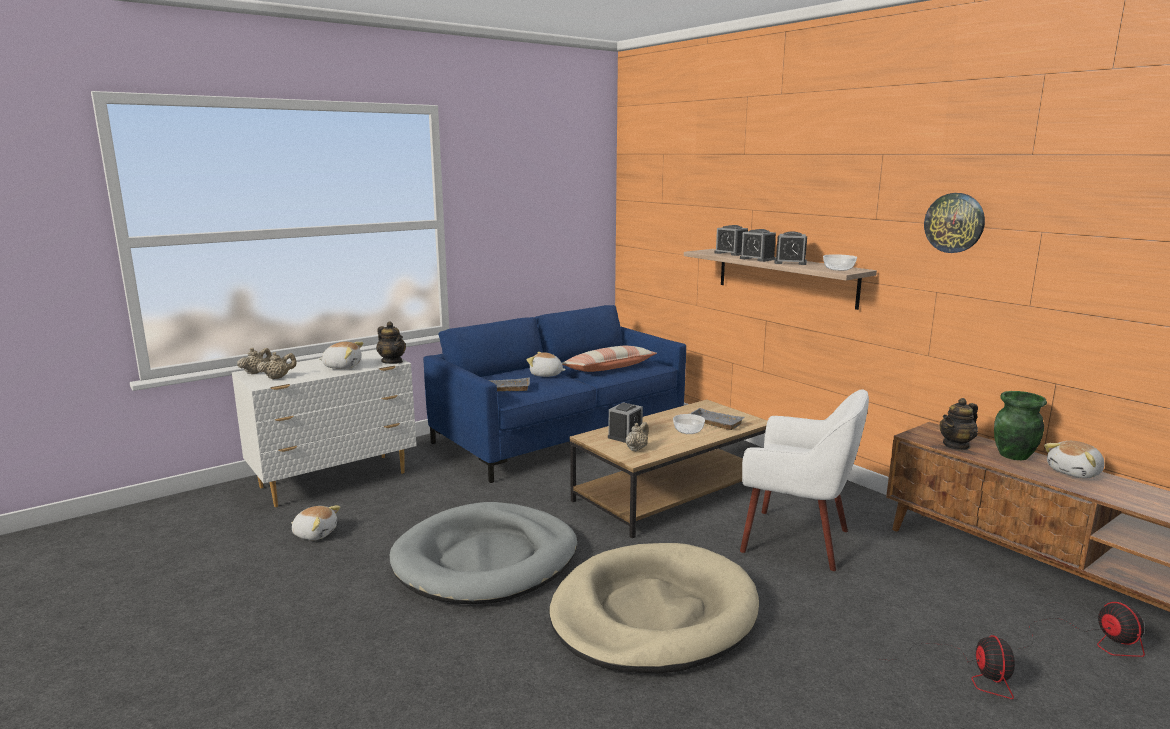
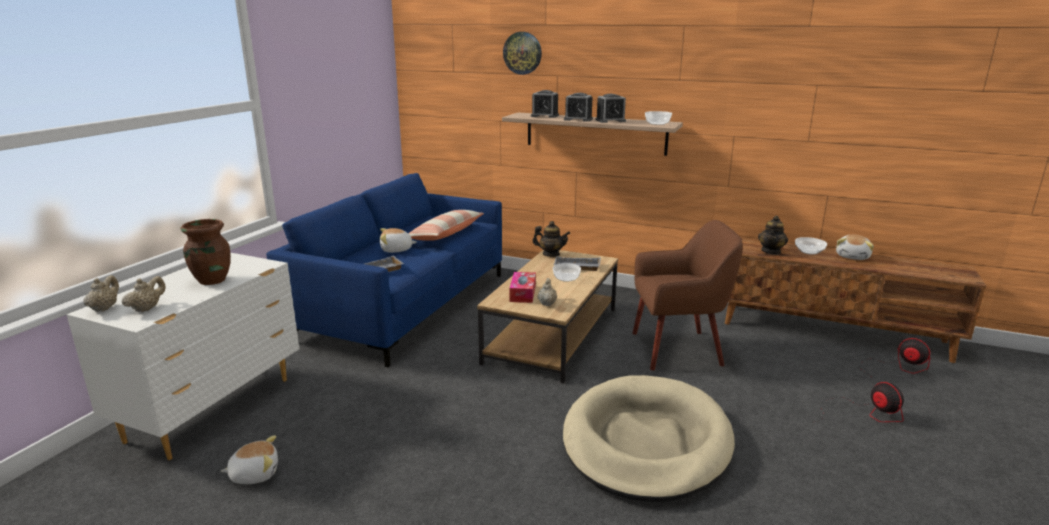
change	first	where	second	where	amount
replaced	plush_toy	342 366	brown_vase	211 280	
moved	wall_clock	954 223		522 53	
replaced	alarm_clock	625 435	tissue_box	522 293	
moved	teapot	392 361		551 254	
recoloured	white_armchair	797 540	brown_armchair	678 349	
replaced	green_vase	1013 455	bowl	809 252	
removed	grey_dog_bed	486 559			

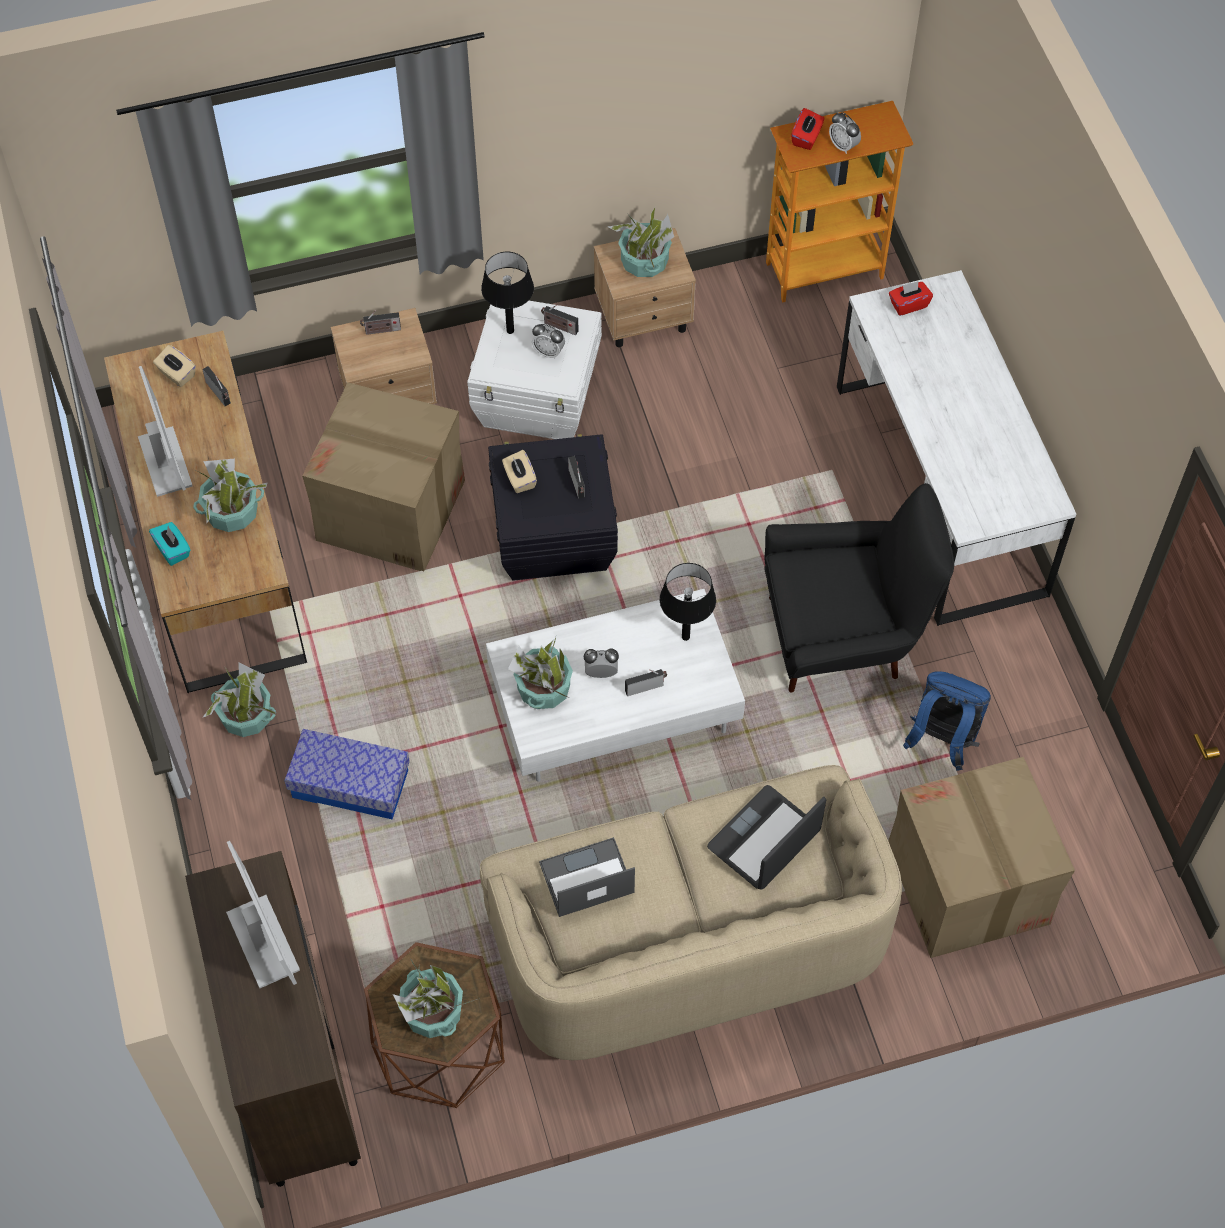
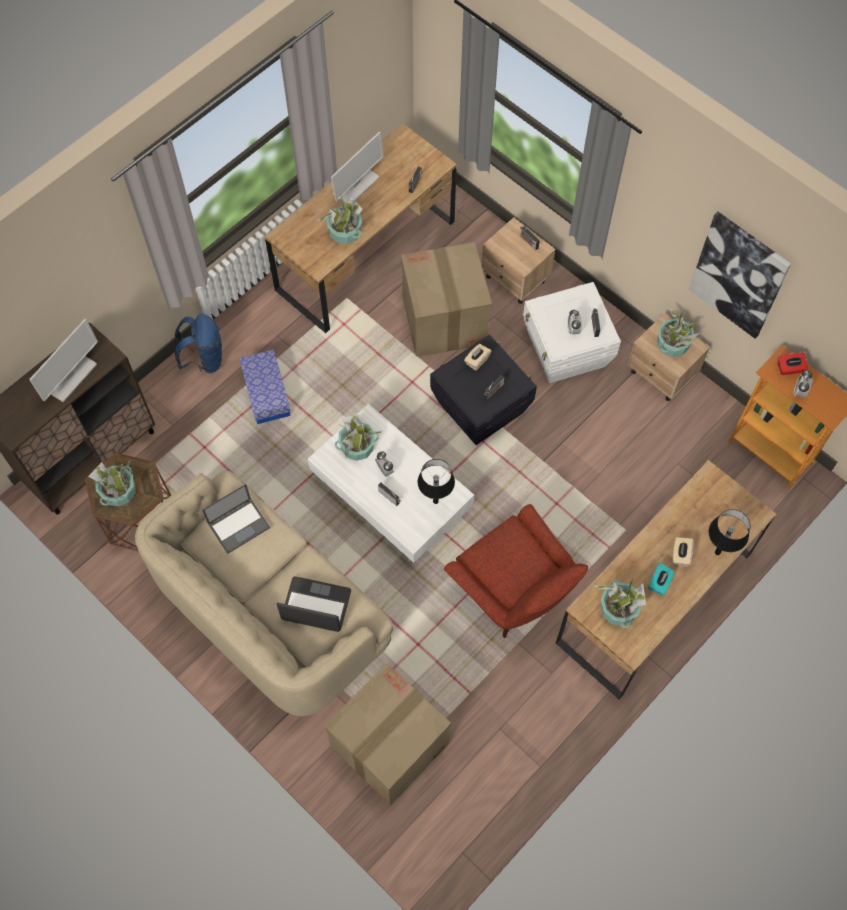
change	first	where	second	where	amount
moved	blue_backpack	941 740		204 359	
turned	laptop	585 878		239 525	105 degrees clockwise
recoloured	black_armchair	843 636	red_armchair	514 593	
recoloured	white_desk	939 489	brown_desk	654 597	
moved	potted_plant	246 716		618 609	
moved	turquoise_tissue_box	173 550		659 583	
moved	beige_tissue_box	176 374		680 555	
added			picture	739 275	
moved	black_table_lamp	510 331		717 552	
removed	red_tissue_box	908 304			

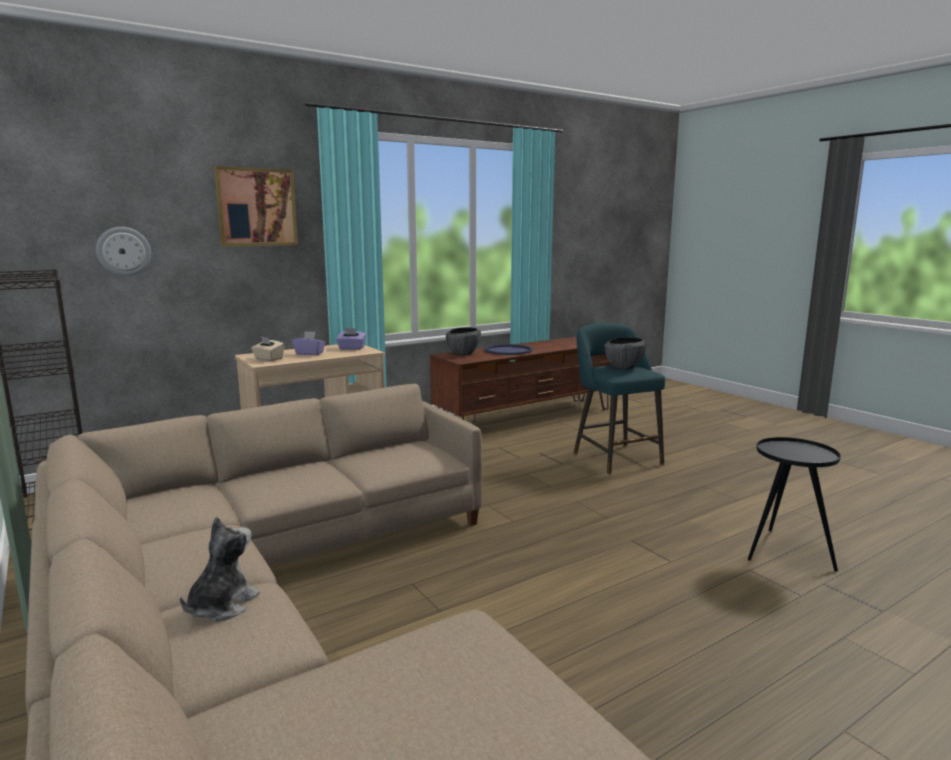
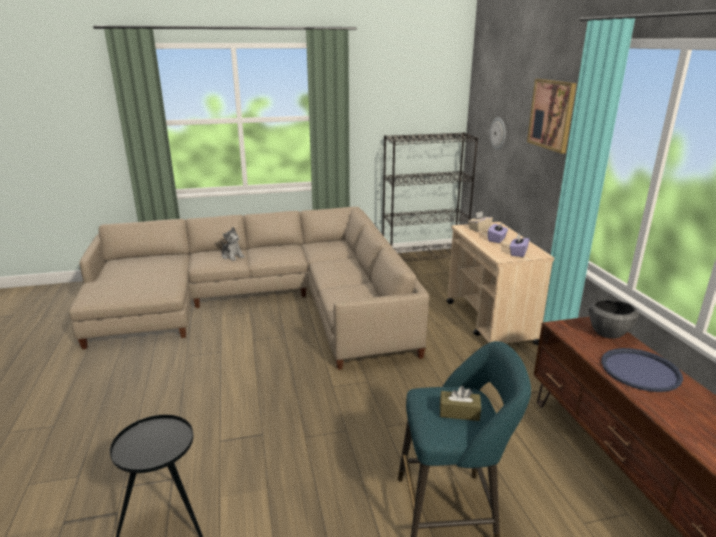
change	first	where	second	where	amount
replaced	bowl	623 367	brown_tissue_box	459 412	

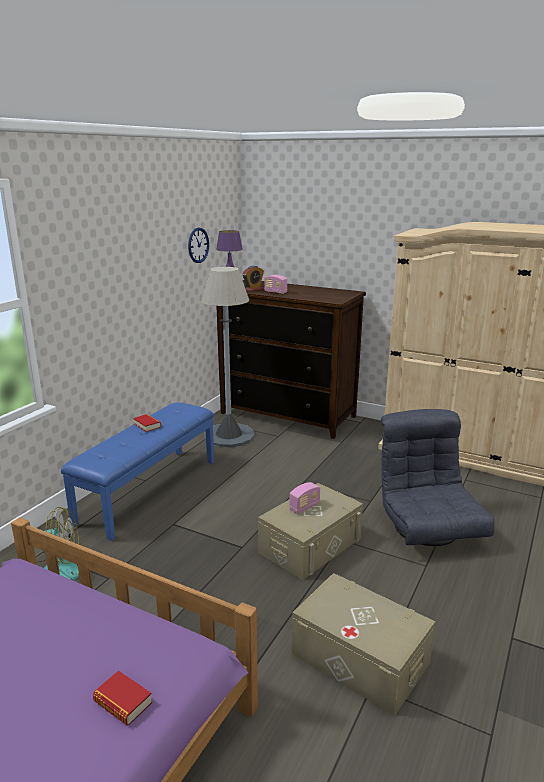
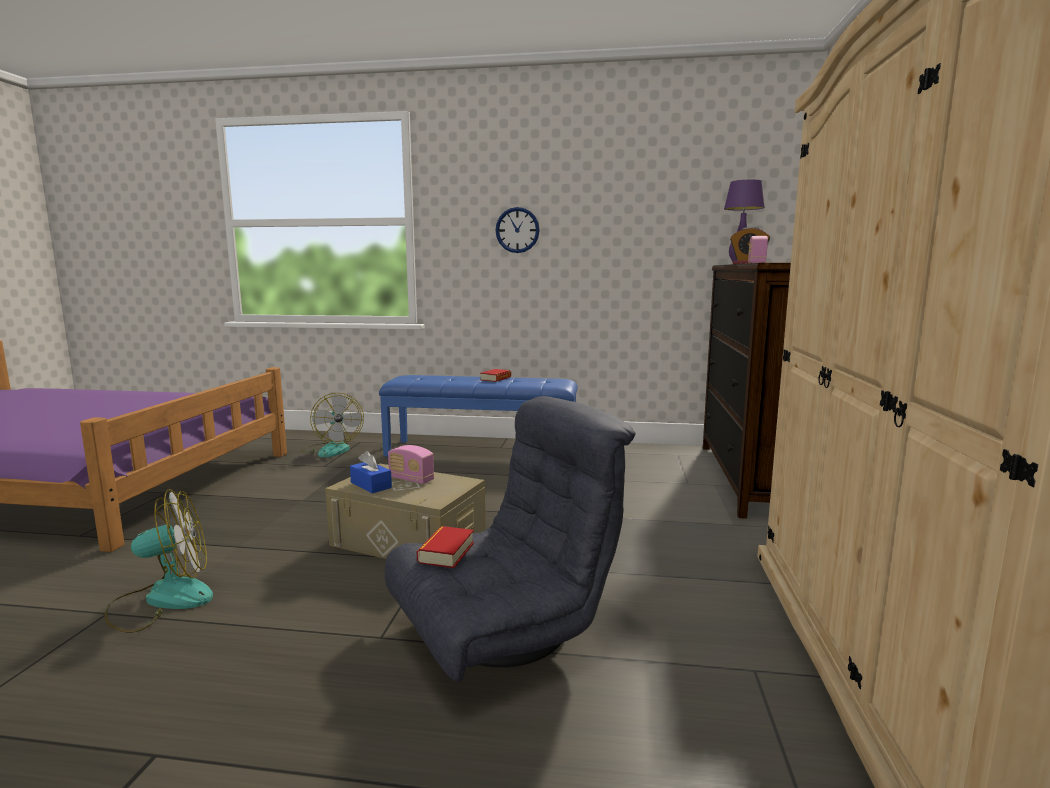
change	first	where	second	where	amount
replaced	beige_storage_box	359 658	fan	162 600	
added			blue_tissue_box	371 485	
moved	book	123 702		446 552	
moved	wall_clock	198 245		517 230	
removed	grey_floor_lamp	229 435			

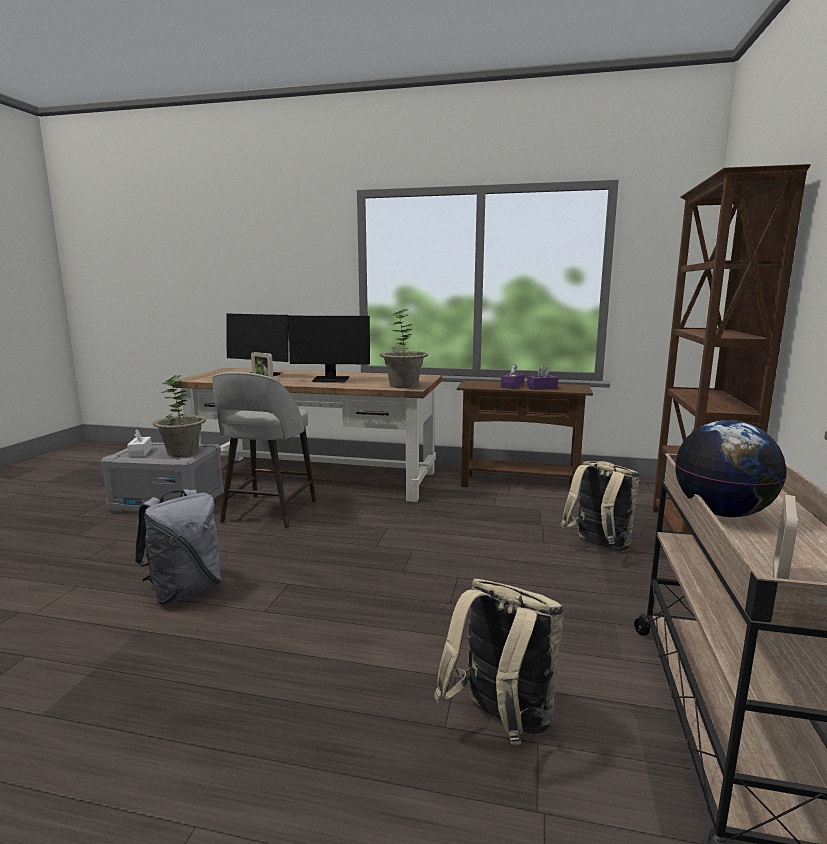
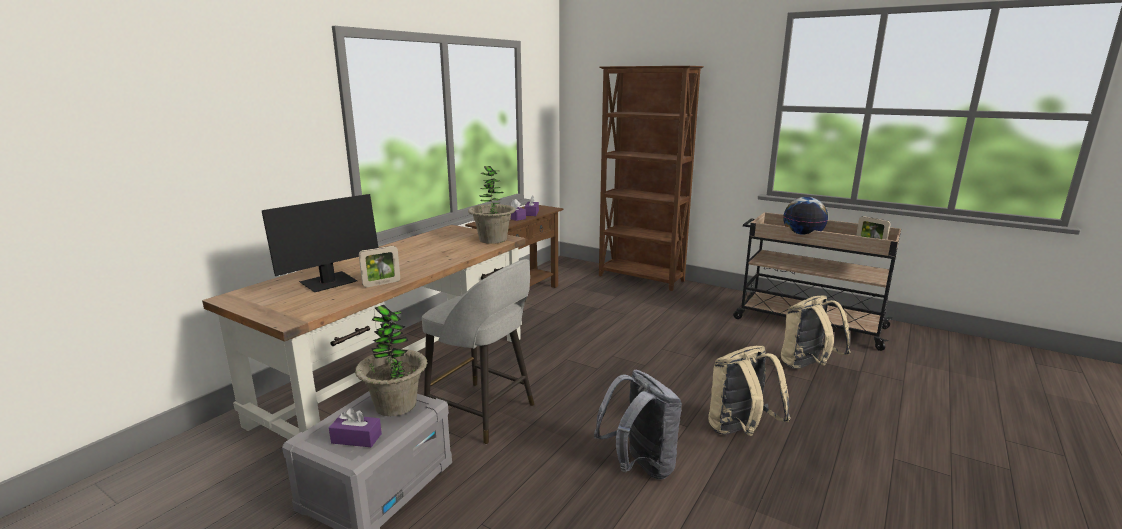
change	first	where	second	where	amount
recoloured	white_tissue_box	140 452	purple_tissue_box	356 438	
moved	beige_backpack	598 547		740 432	
removed	monitor	331 380			

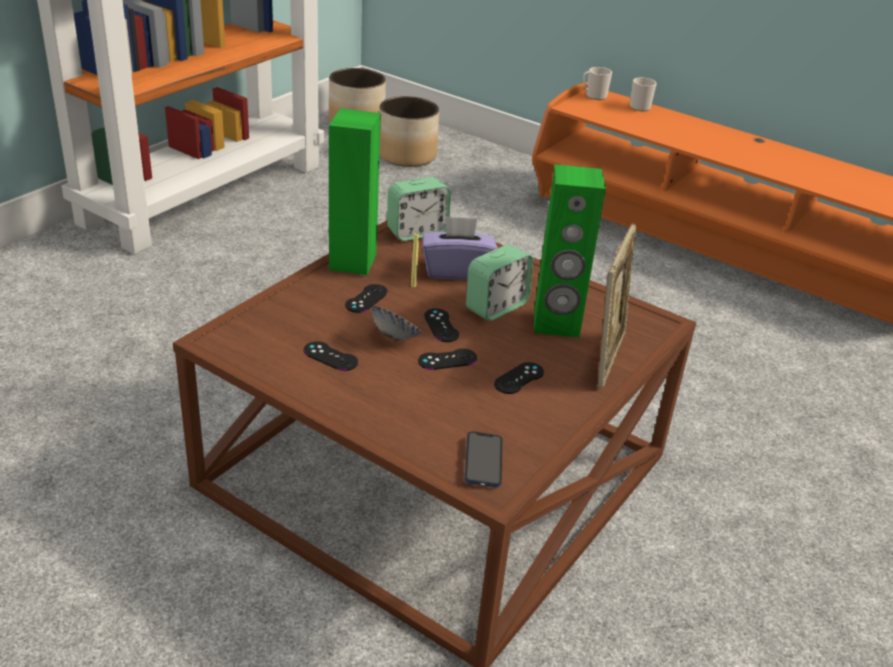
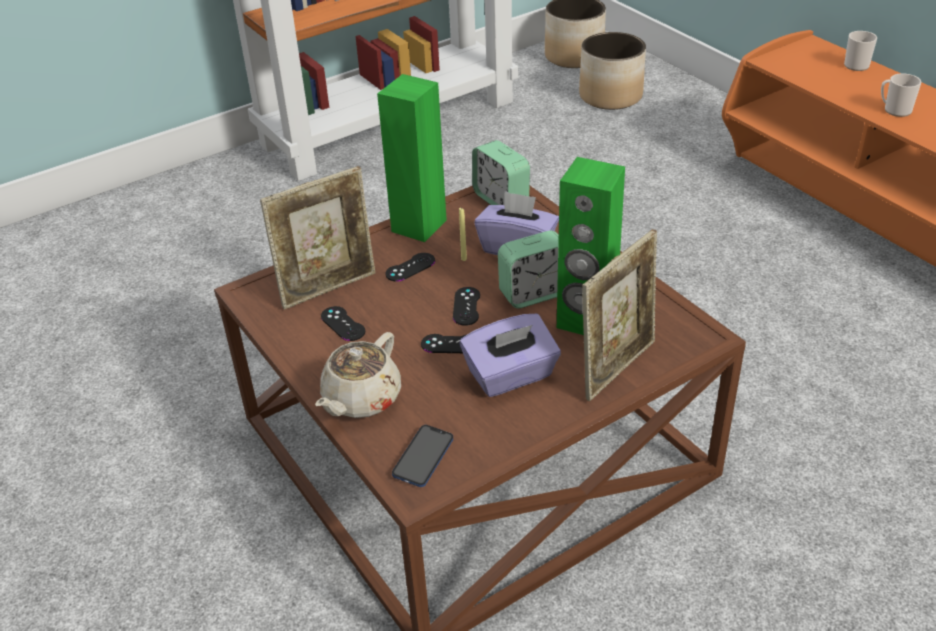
change	first	where	second	where	amount
added			picture_frame	328 288	
added			beige_teapot	361 399	
replaced	black_game_controller	519 378	purple_tissue_box	511 376	
turned	alarm_clock	417 232		501 200	60 degrees clockwise
moved	mug	594 96		894 110	
removed	bowl	395 338			

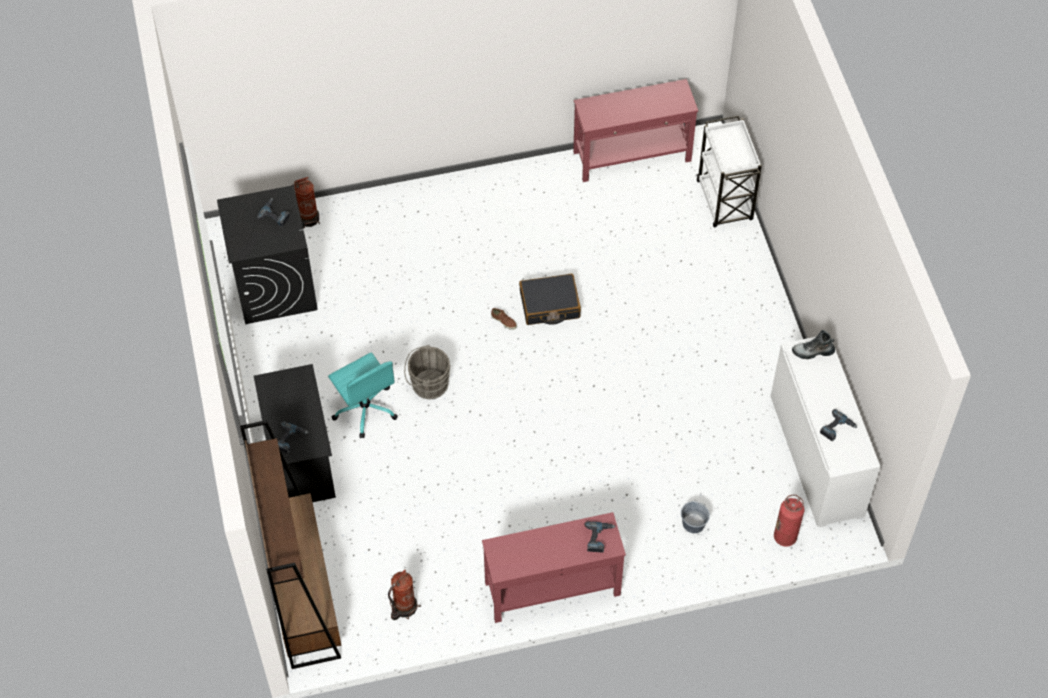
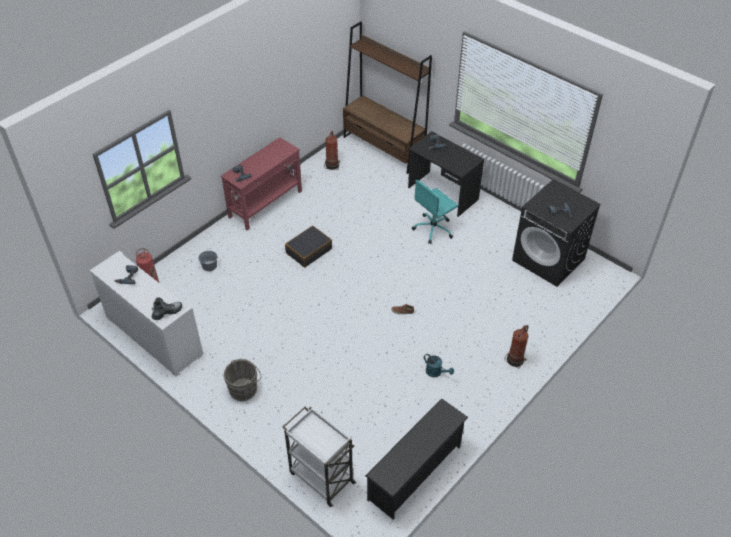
change	first	where	second	where	amount
moved	grey_bucket	427 384		245 389	
moved	black_suitcase	549 305		308 251	
replaced	red_console_table	633 156	black_shoe_rack	415 473	
turned	turquoise_office_chair	365 409		433 229	60 degrees counterclockwise
added			turquoise_watering_can	436 372	
moved	fire_extinguisher	307 218		516 359	

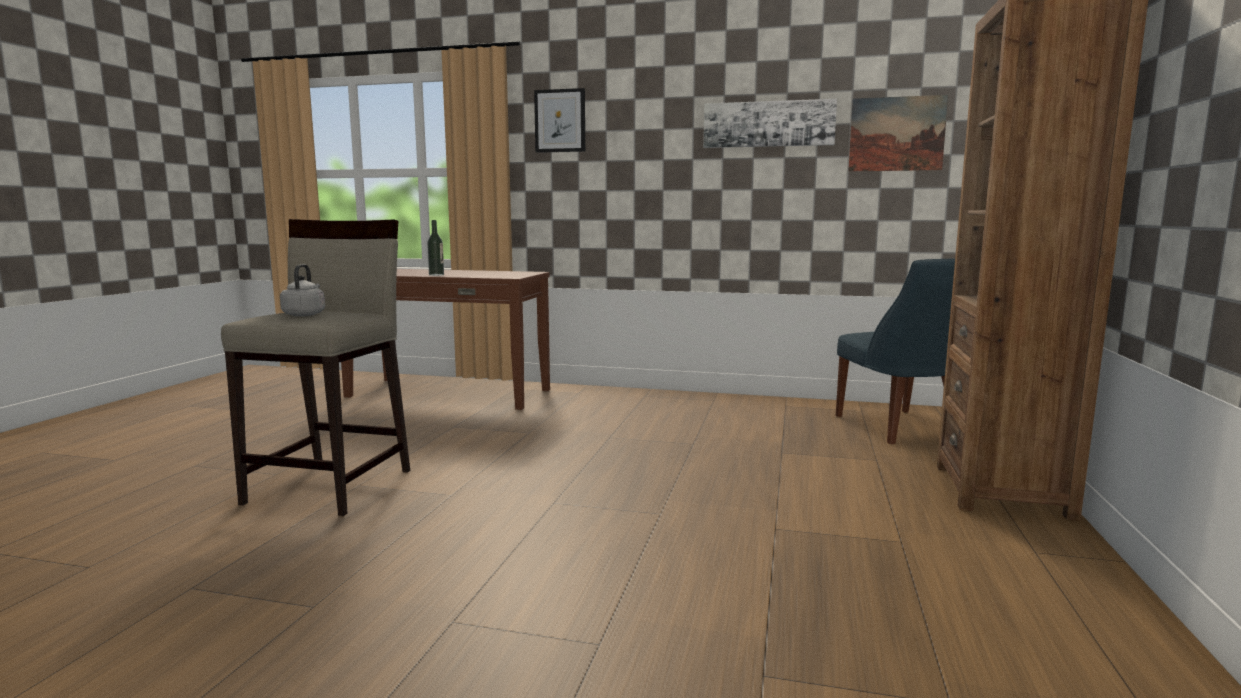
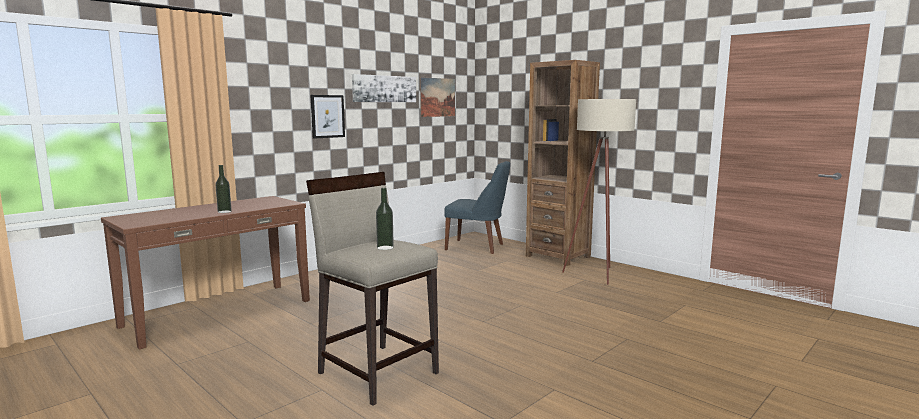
change	first	where	second	where	amount
moved	picture	560 121		327 116	
replaced	grey_kettle	305 314	bottle	385 248	
added			beige_floor_lamp	597 273	

